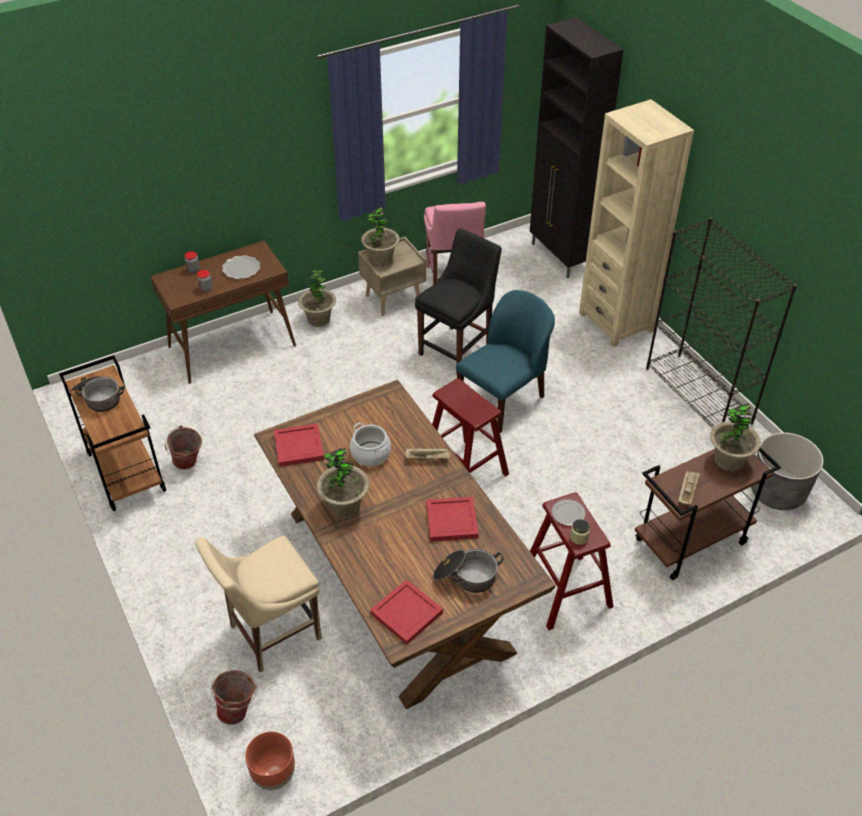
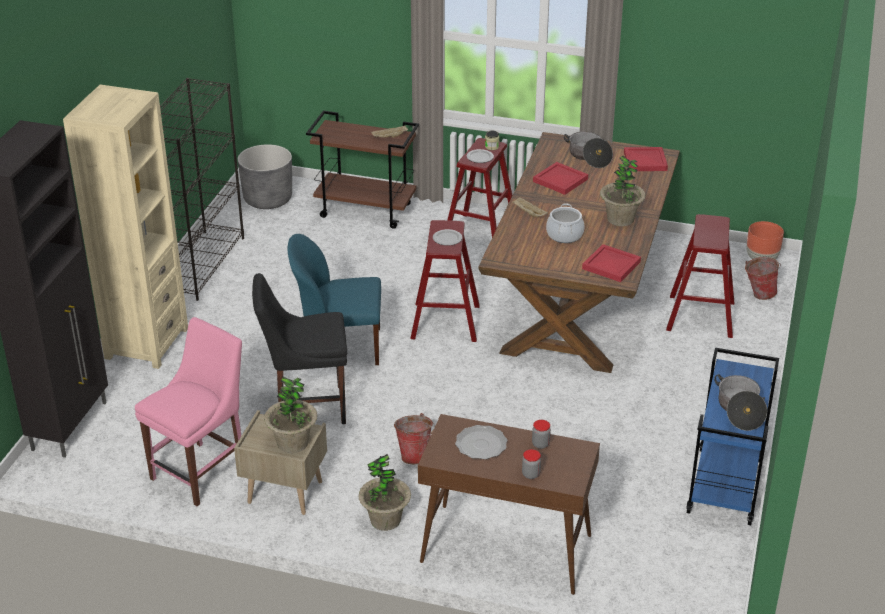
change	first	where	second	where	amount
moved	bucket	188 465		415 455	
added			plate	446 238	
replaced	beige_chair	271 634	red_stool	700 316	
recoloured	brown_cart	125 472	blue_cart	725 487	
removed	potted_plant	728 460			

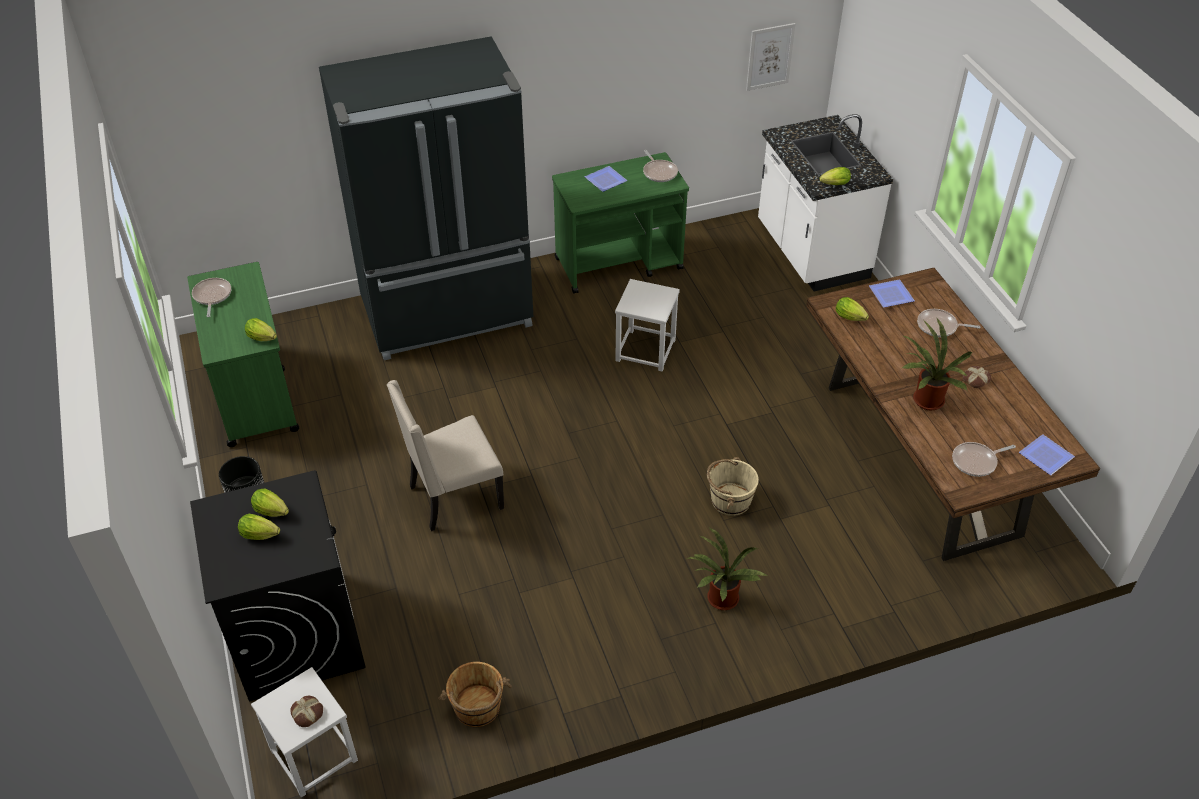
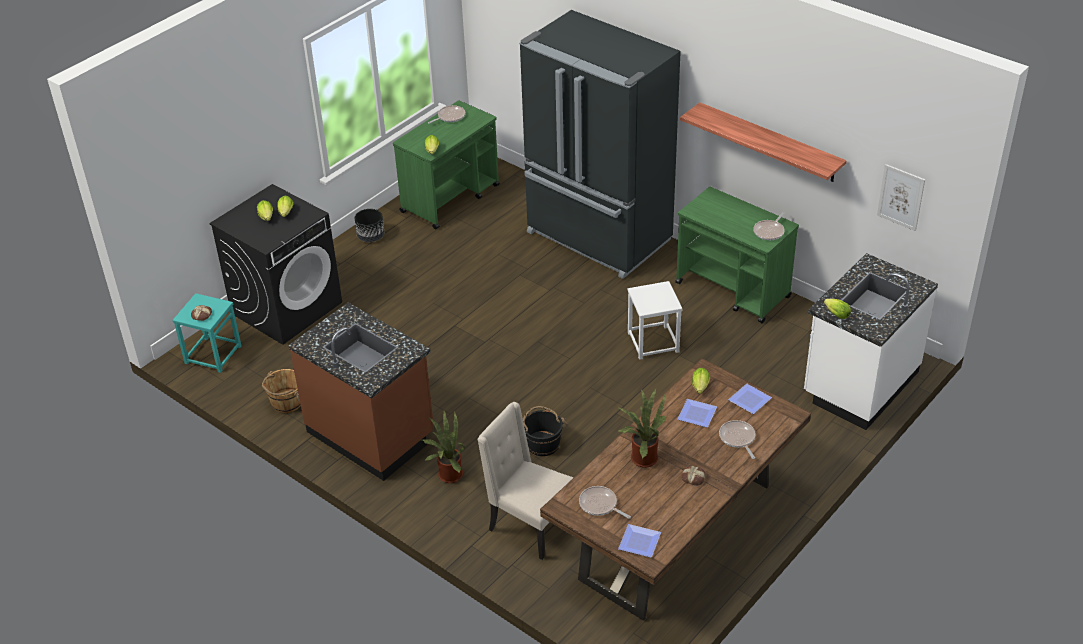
change	first	where	second	where	amount
recoloured	white_stool	313 755	turquoise_stool	213 354	
added			brown_counter	372 434	
moved	beige_chair	453 497		530 525	
recoloured	beige_bucket	730 500	black_bucket	542 444	
moved	plate	606 179		698 414	
added			shelf	769 142	

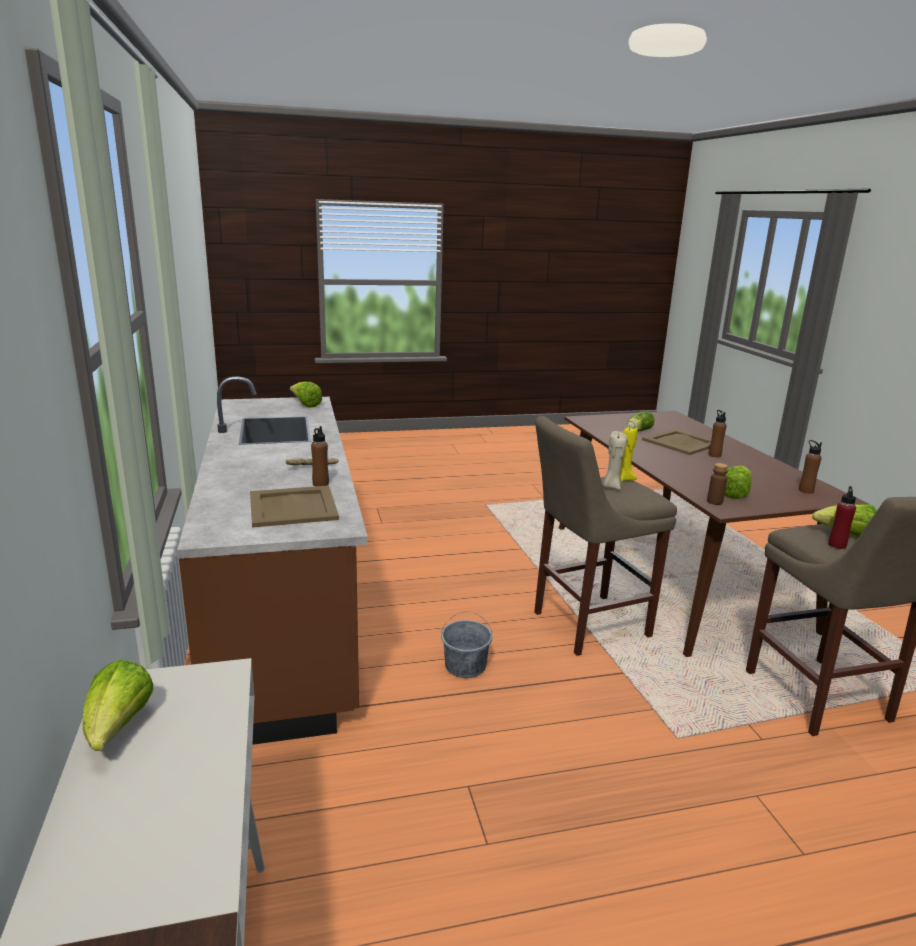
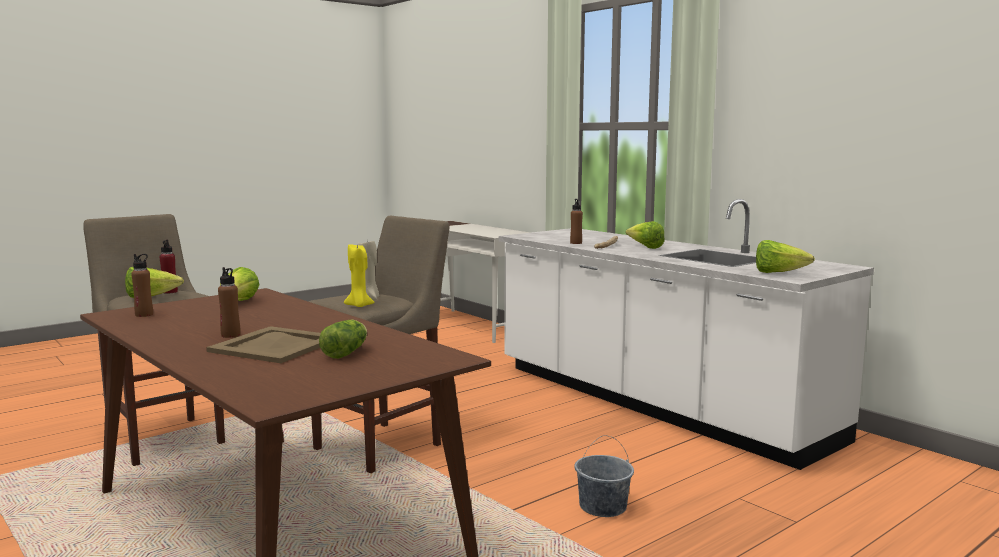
change	first	where	second	where	amount
recoloured	brown_counter	284 608	white_counter	655 402	
moved	grey_bucket	465 666		602 506	
moved	lettuce	118 728		645 247	
removed	beige_tray	293 507			
removed	brown_bottle	714 502			

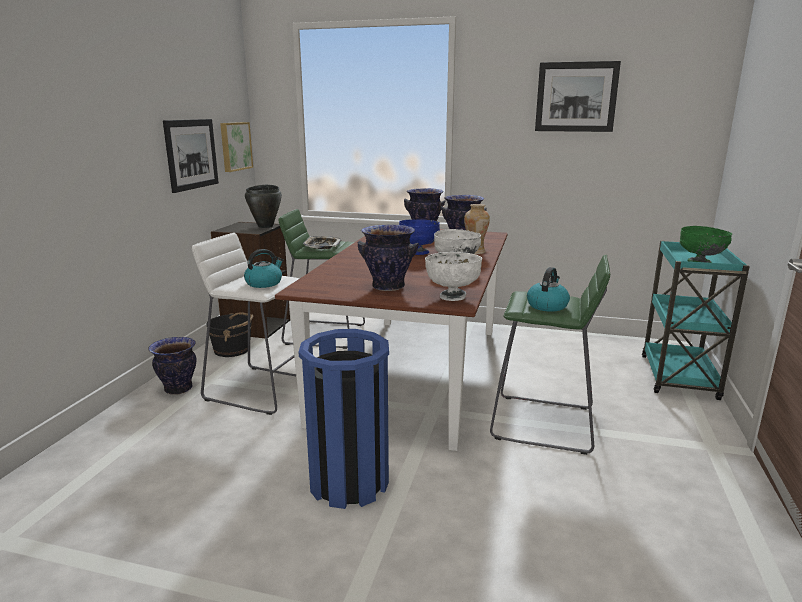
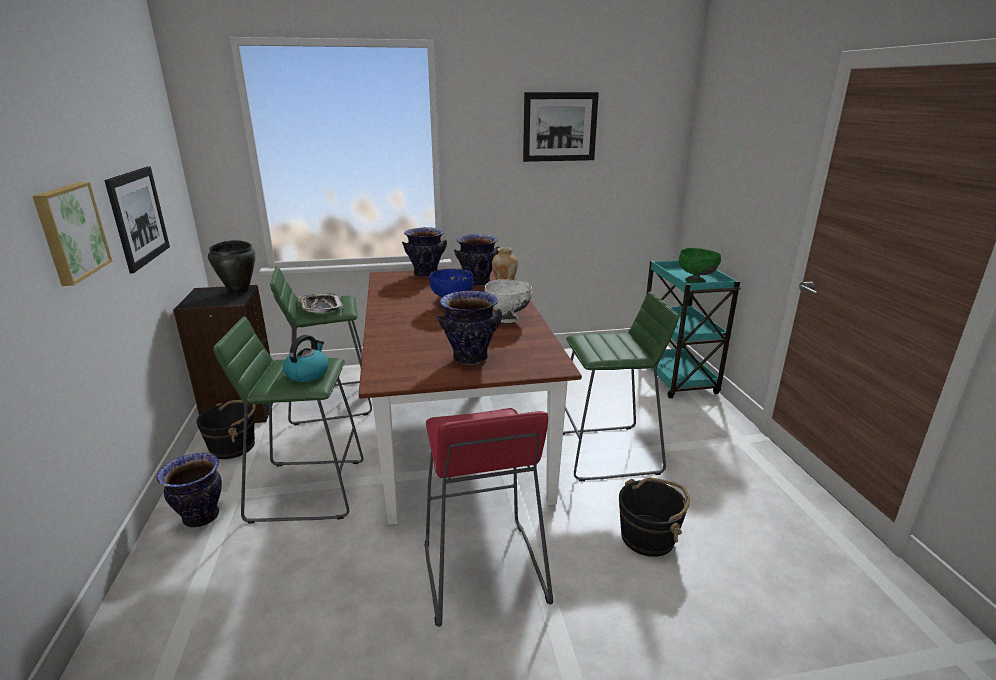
change	first	where	second	where	amount
moved	picture	235 146		70 232	
recoloured	white_stool	260 389	green_stool	306 489	
replaced	blue_trash_can	349 482	red_stool	482 572	
added			black_bucket	648 537	
removed	white_bowl	452 296			
removed	kettle	547 305			

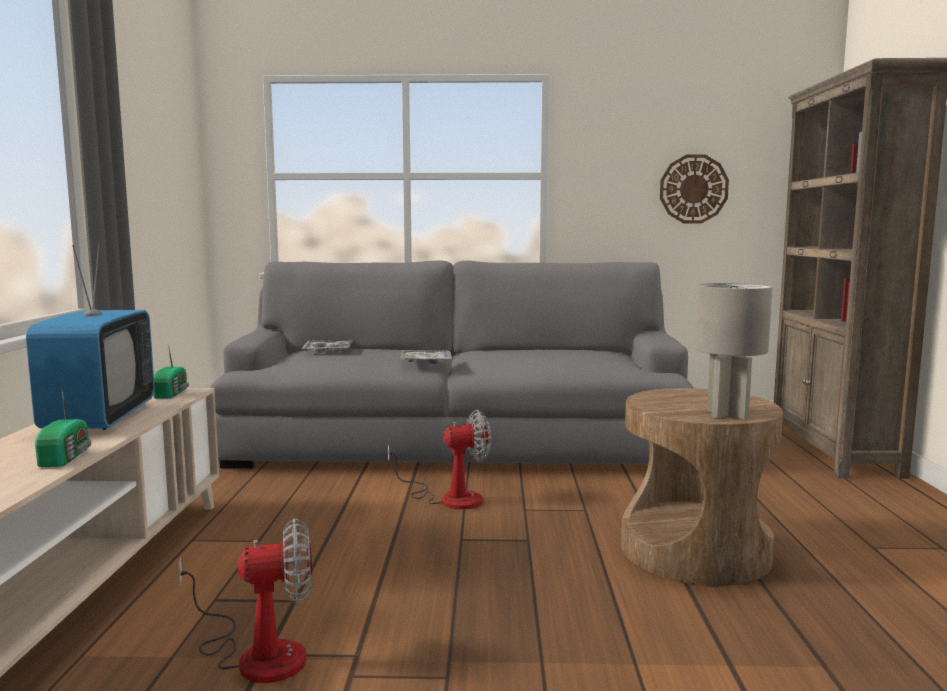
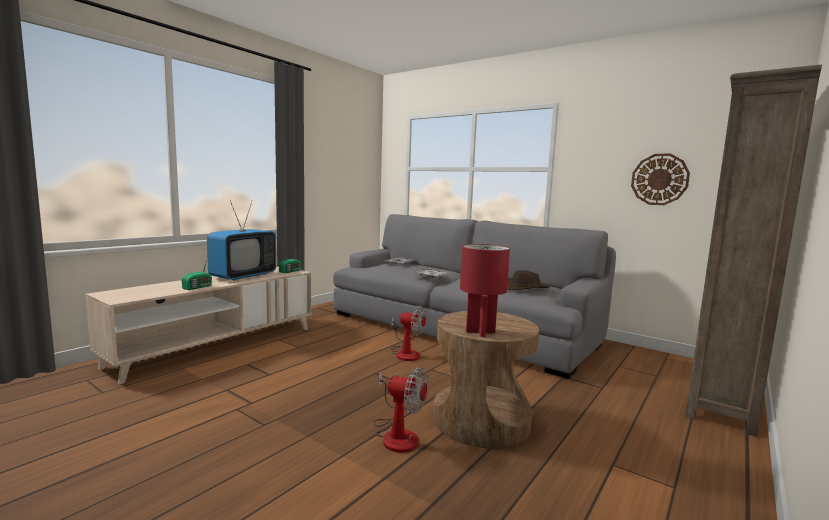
change	first	where	second	where	amount
moved	fan	257 653		397 434	
recoloured	grey_table_lamp	728 414	red_table_lamp	481 332	
added			brown_hat	525 288	

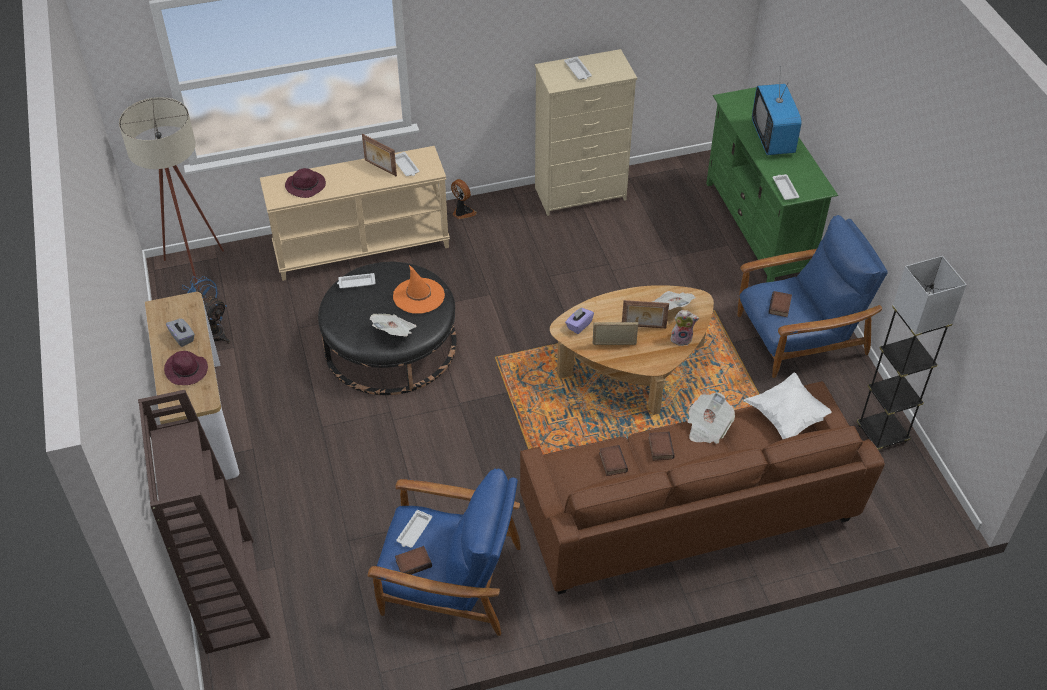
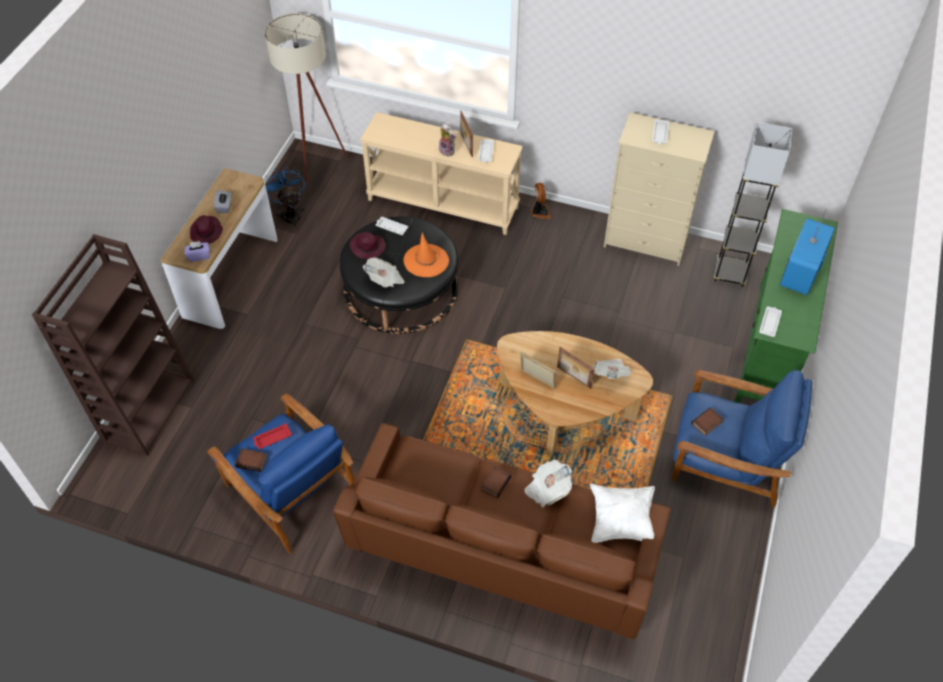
change	first	where	second	where	amount
moved	purple_tissue_box	579 325		199 256	
recoloured	white_tray	414 531	red_tray	272 438	
moved	purple_hat	306 186		368 247	
moved	plush_toy	682 339		448 151	
moved	grey_floor_lamp	882 434		730 273	
removed	book	611 462			

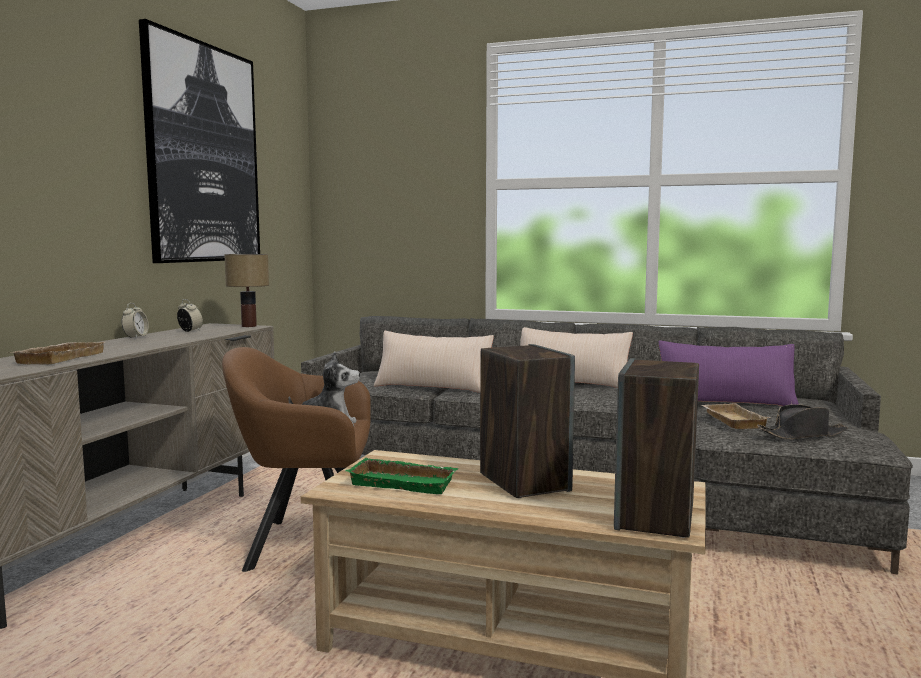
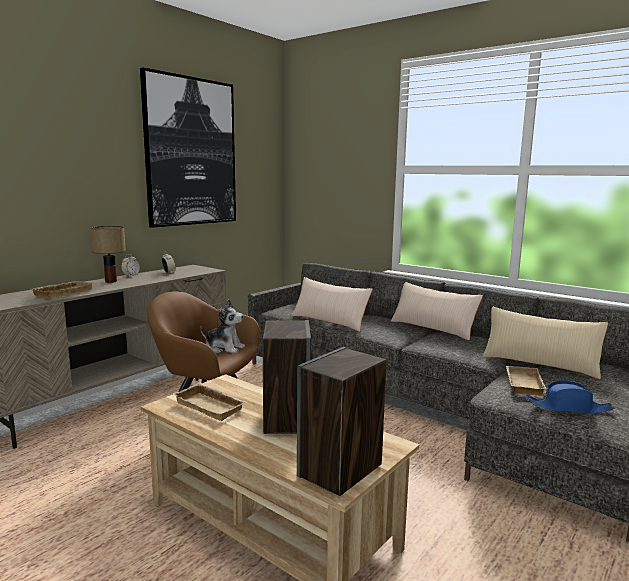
change	first	where	second	where	amount
moved	table_lamp	249 326		111 281	
recoloured	green_tray	405 482	beige_tray	212 406	
recoloured	purple_pillow	725 402	beige_pillow	540 363	
recoloured	black_hat	802 435	blue_hat	568 408	

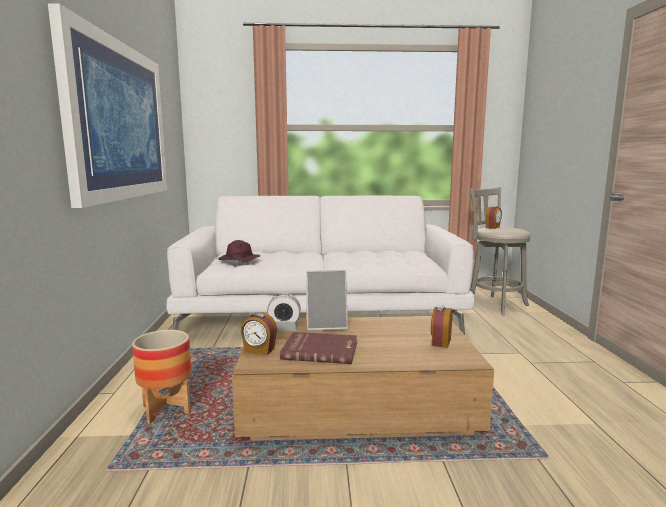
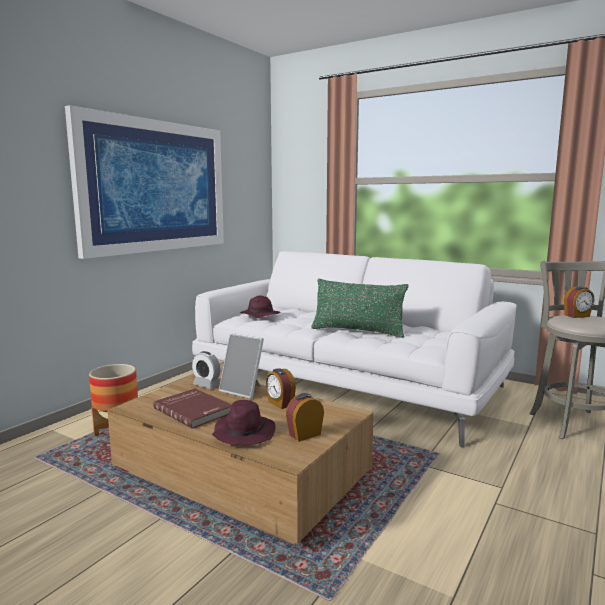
change	first	where	second	where	amount
added			purple_hat	243 433	
moved	alarm_clock	259 350		280 403	
added			green_pillow	357 331	

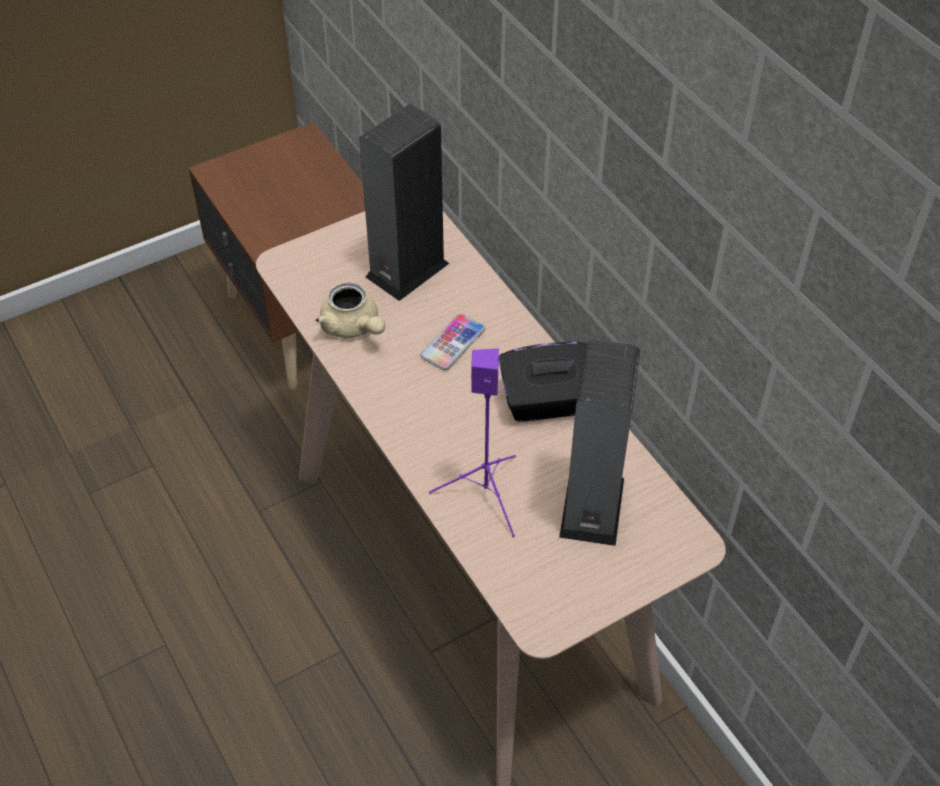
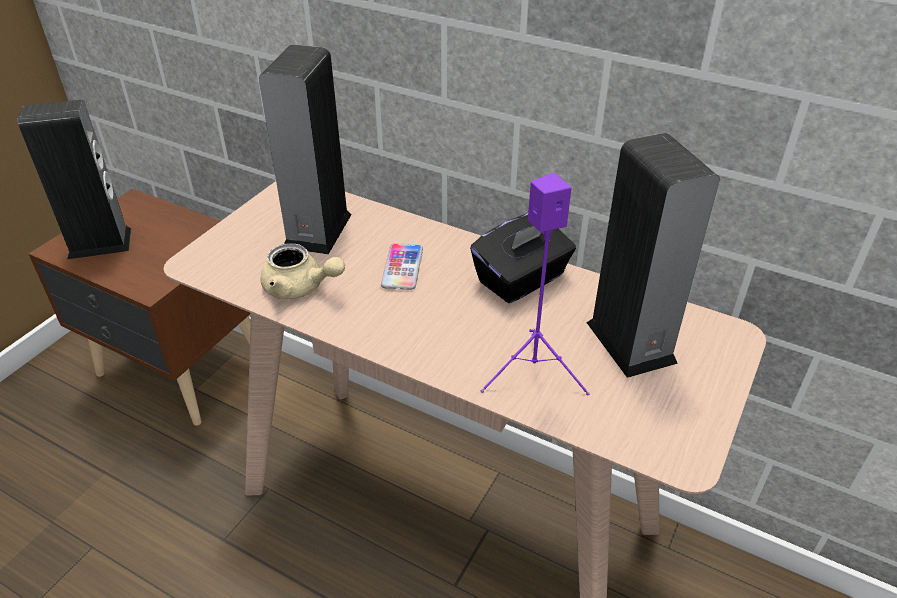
change	first	where	second	where	amount
added			speaker	100 243	

